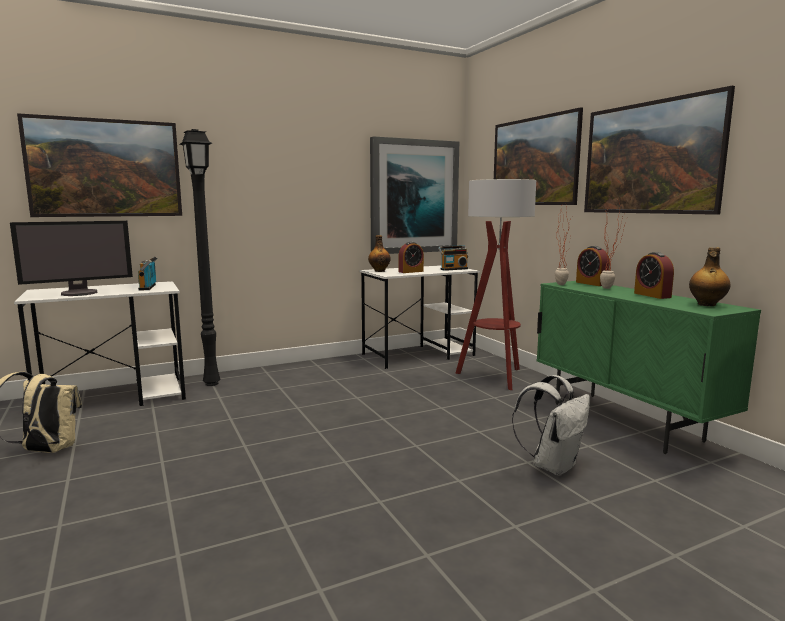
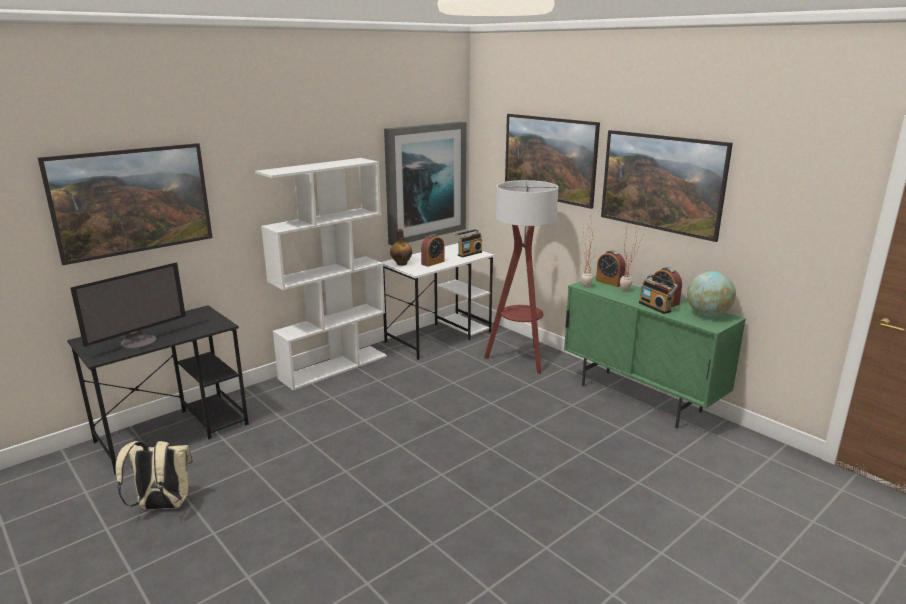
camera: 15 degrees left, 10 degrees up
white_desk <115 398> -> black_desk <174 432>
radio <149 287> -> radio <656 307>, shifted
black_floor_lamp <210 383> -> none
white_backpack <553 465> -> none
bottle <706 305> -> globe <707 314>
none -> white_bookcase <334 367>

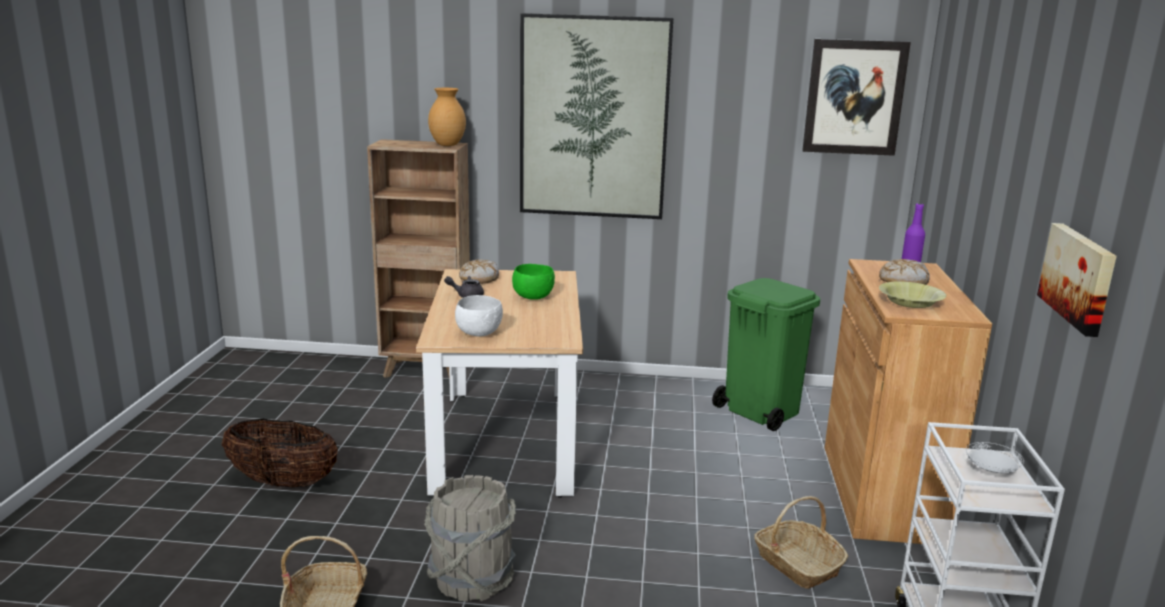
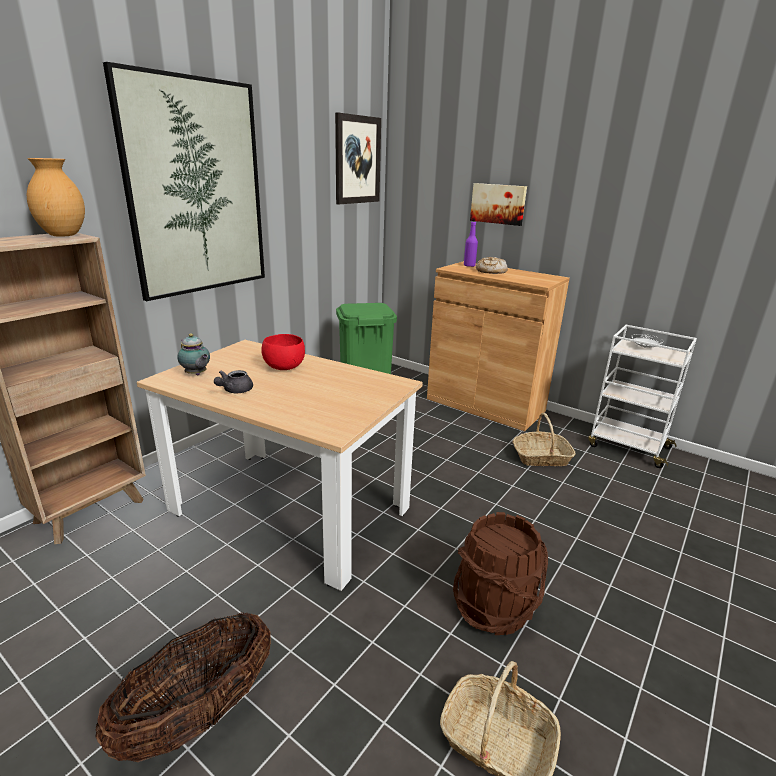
camera: 60 degrees left, 5 degrees up
grey_bucket <472 580> -> brown_bucket <494 608>
white_bowl <480 333> -> none
bread <479 278> -> teapot <196 374>
green_bowl <534 297> -> red_bowl <284 367>
yellow_bowl <910 303> -> none
picture <1079 277> -> picture <498 204>, shifted

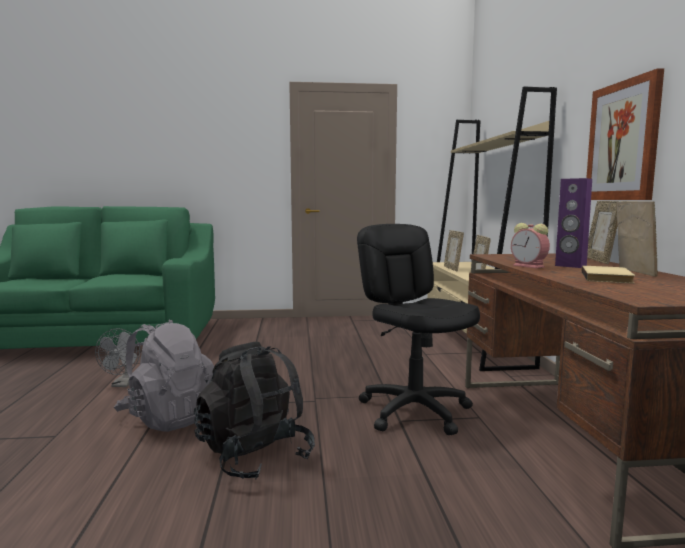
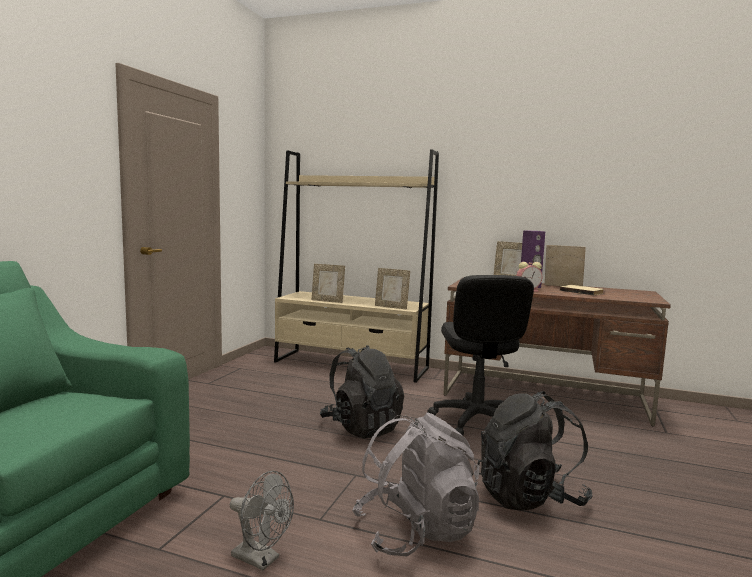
camera: 65 degrees left, 0 degrees up
black_office_chair <415 411> -> black_office_chair <476 421>, 90 degrees counterclockwise
picture <623 141> -> none
none -> black_backpack <361 427>

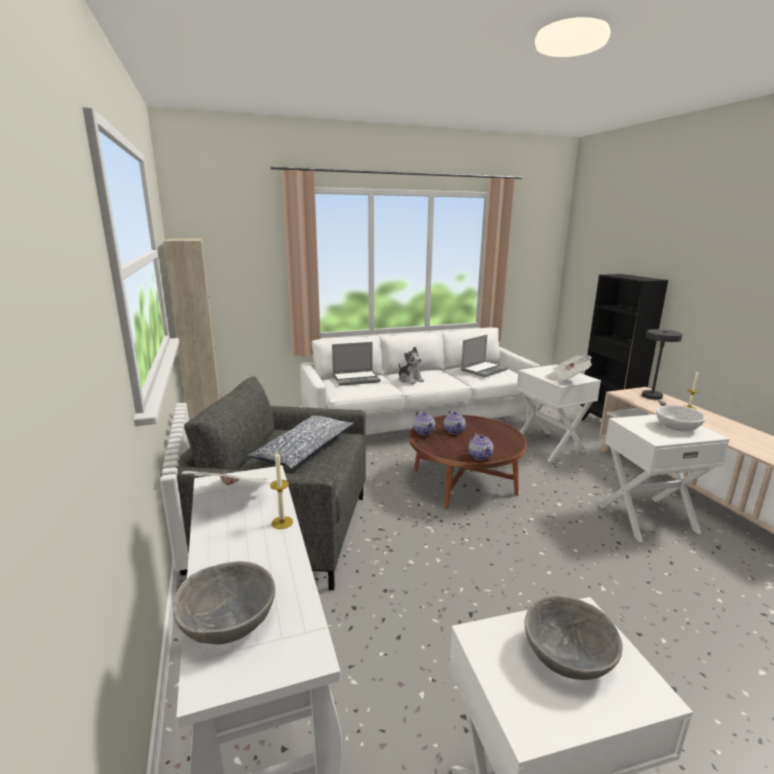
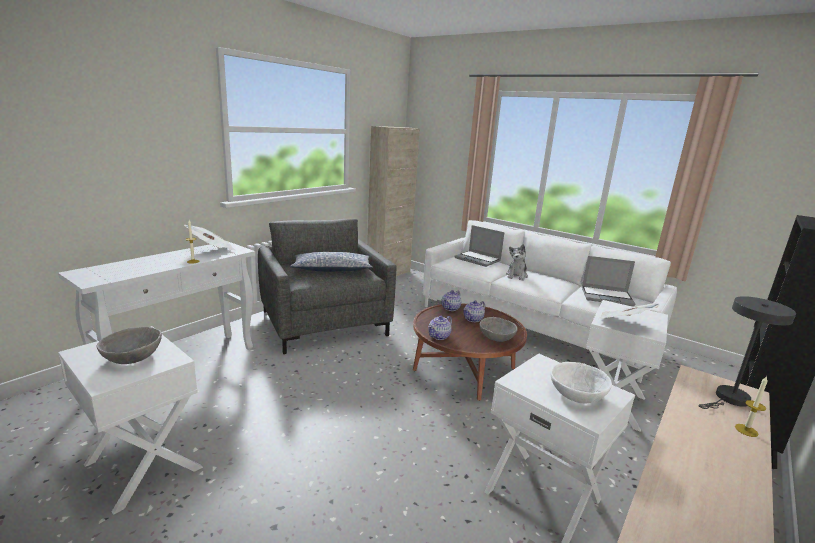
camera: 55 degrees right, 0 degrees up
grey_bowl <227 621> -> grey_bowl <496 337>, shifted

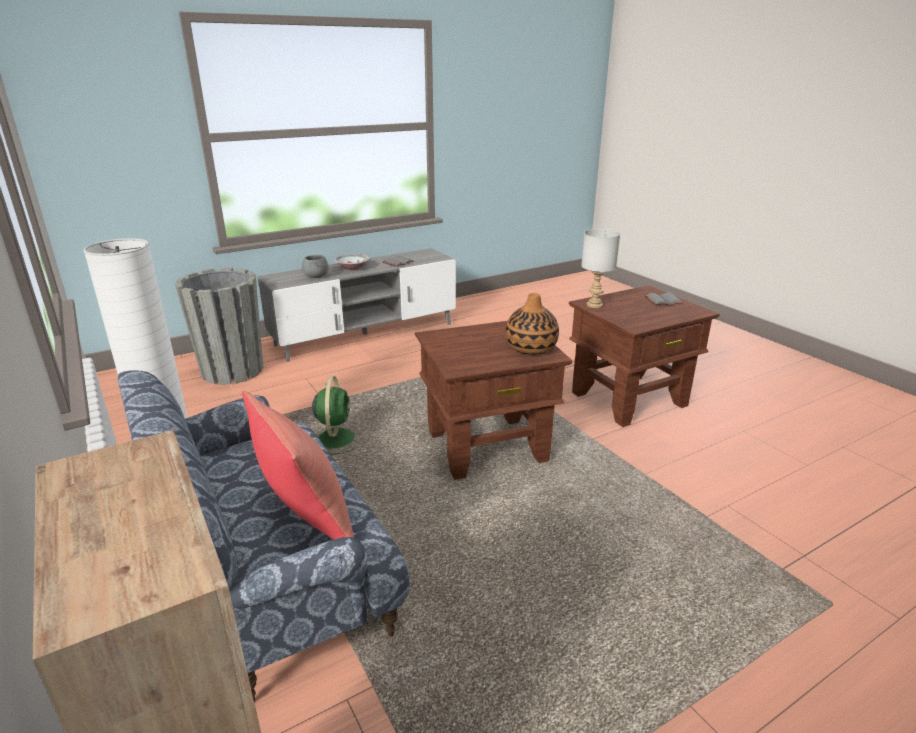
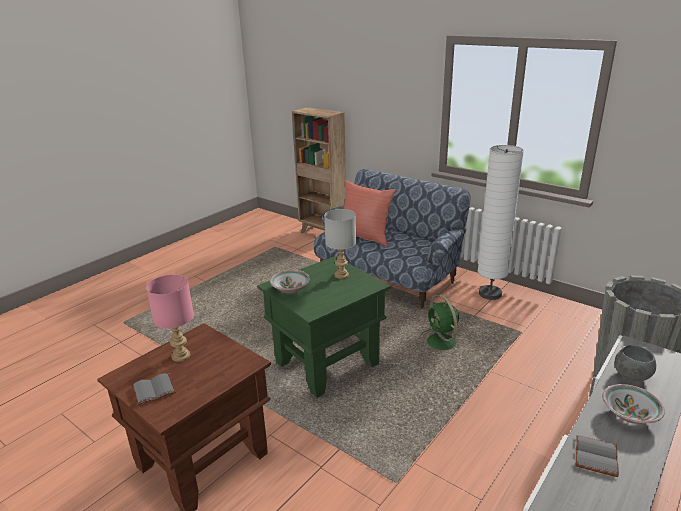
camera: 160 degrees right, 0 degrees up
brown_side_table <487 447> -> green_side_table <326 363>
vase <531 348> -> bowl <290 289>
grey_table_lamp <594 305> -> grey_table_lamp <342 275>, shifted
none -> pink_table_lamp <180 355>

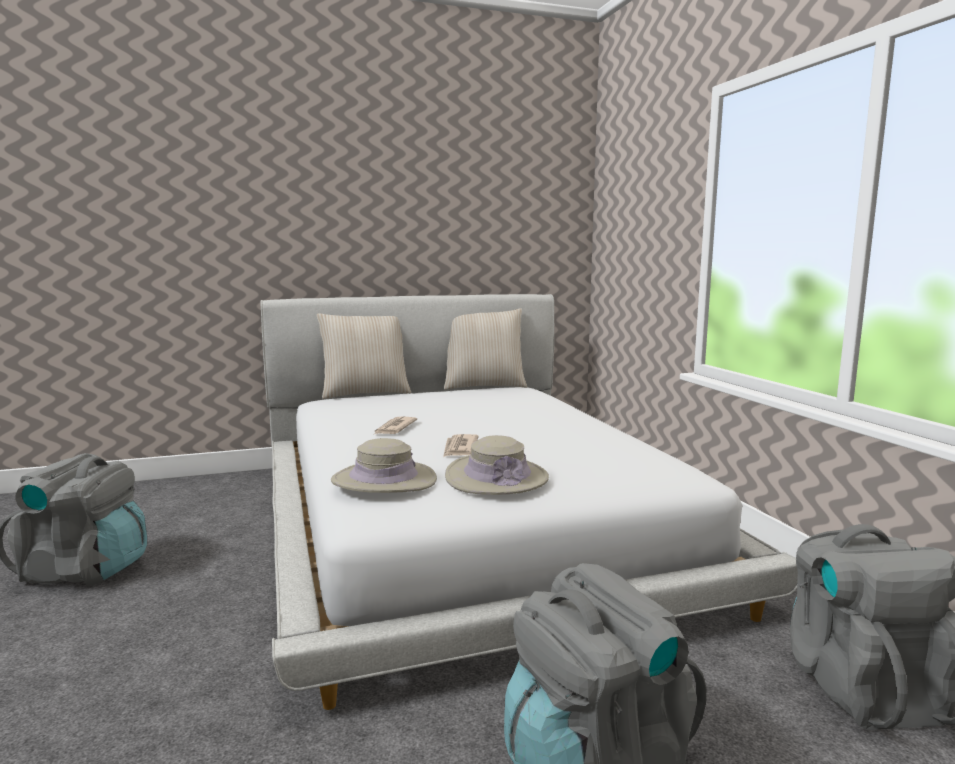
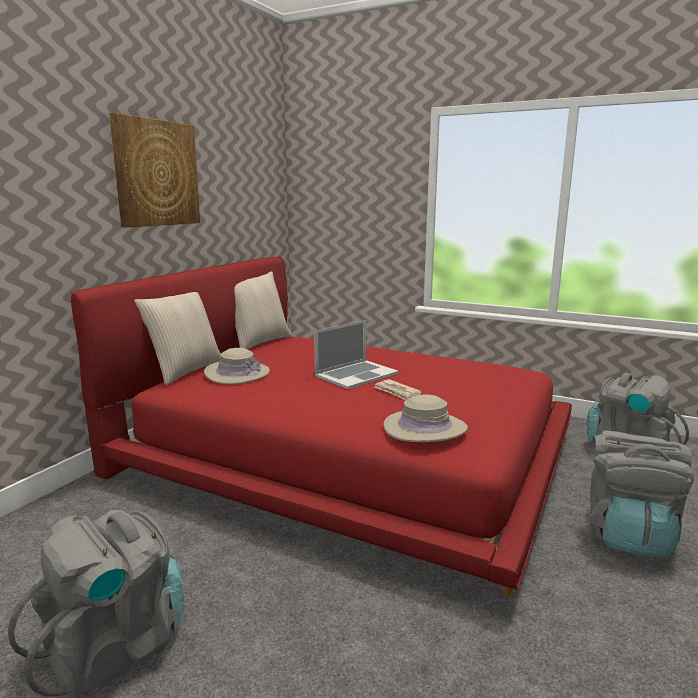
camera: 45 degrees left, 5 degrees up
white_bed <466 525> -> red_bed <346 454>
newspaper <394 428> -> none
beige_hat <496 477> -> beige_hat <237 373>, shifted
none -> picture <157 173>
none -> laptop <356 374>

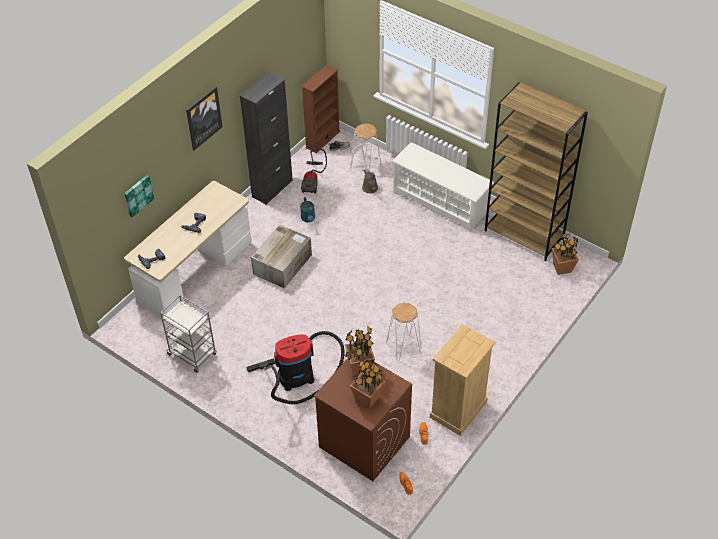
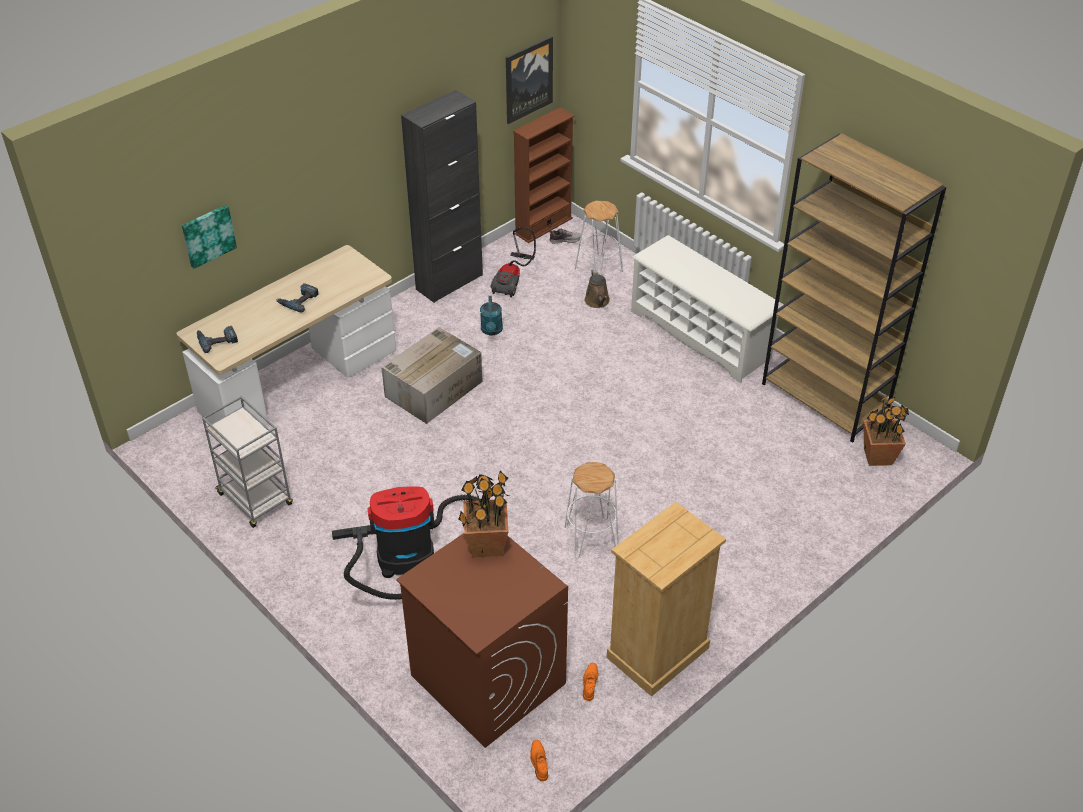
camera: 10 degrees right, 5 degrees down
picture <203 118> -> picture <528 79>, shifted
potted_plant <367 398> -> none

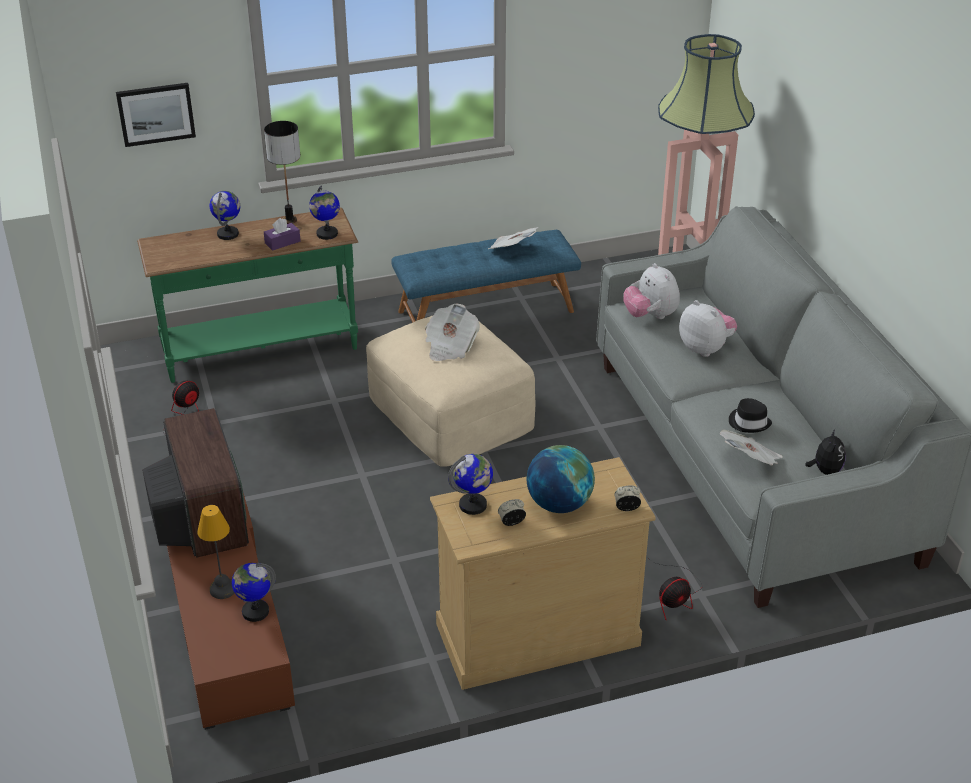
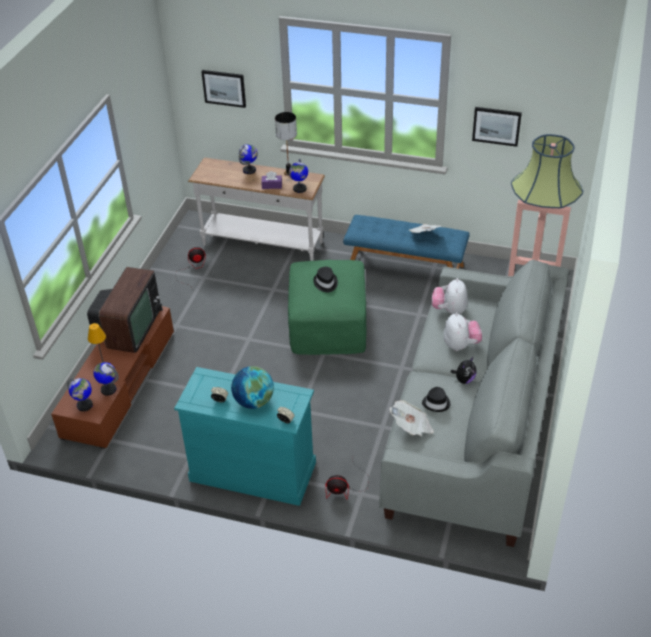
camera: 35 degrees right, 5 degrees up
green_console_table <260 351> -> white_console_table <262 244>
beige_ottoman <451 411> -> green_ottoman <328 322>
newspaper <450 346> -> black_hat <325 283>
beige_dresser <537 634> -> turquoise_dresser <253 471>
globe <473 505> -> globe <85 405>, shifted
plush_toy <825 470> -> plush_toy <464 380>, shifted
none -> picture <496 126>

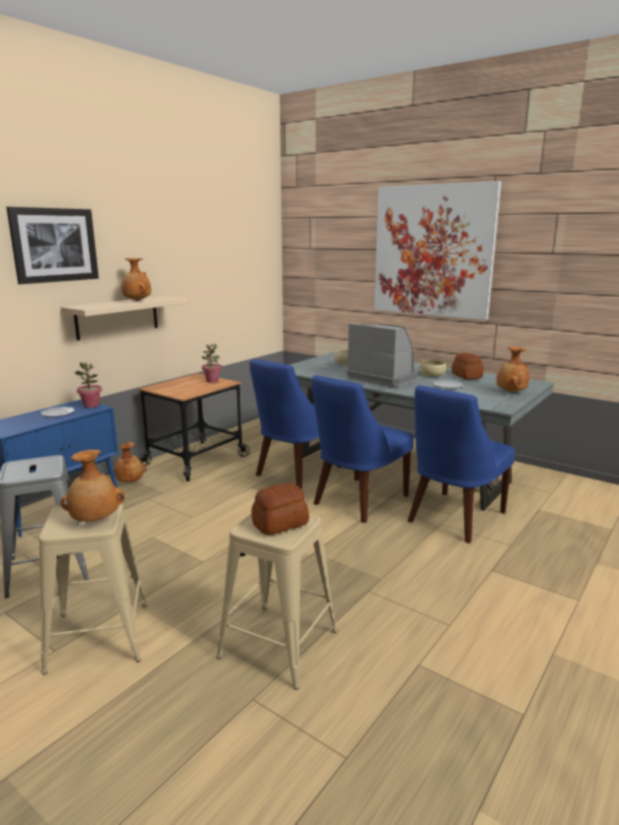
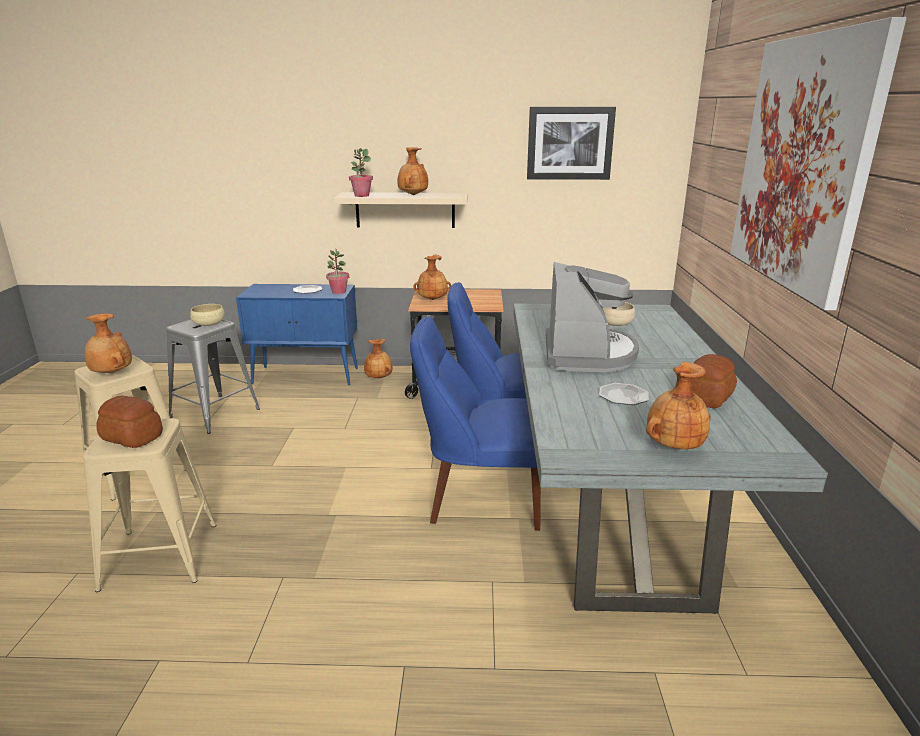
camera: 55 degrees right, 5 degrees up
picture <54 245> -> picture <570 143>, shifted
potted_plant <212 381> -> potted_plant <361 195>, shifted
blue_chair <453 518> -> none
beige_bowl <432 375> -> beige_bowl <209 323>, shifted
none -> brown_vase <432 299>

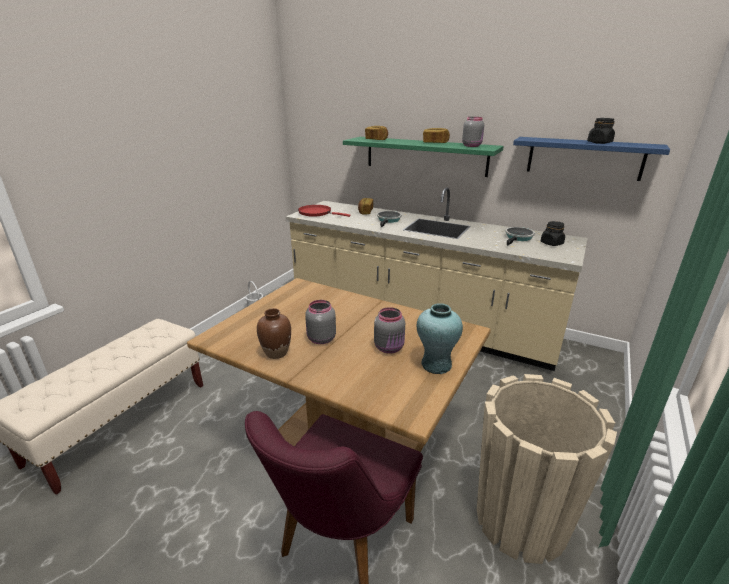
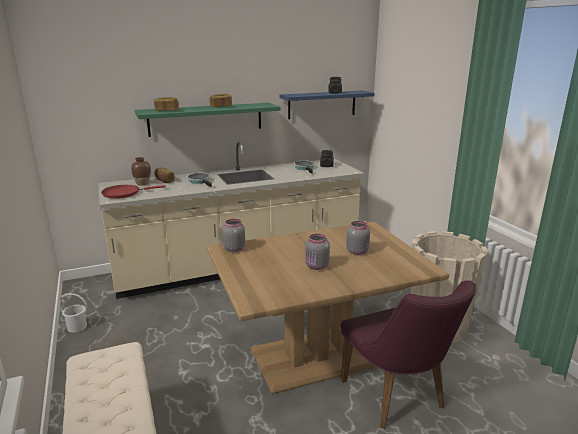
camera: 50 degrees left, 5 degrees down
brown_vase <276 353> -> brown_vase <142 183>, shifted
turquoise_vase <436 365> -> none
grey_jar <472 146> -> grey_jar <234 249>, shifted

